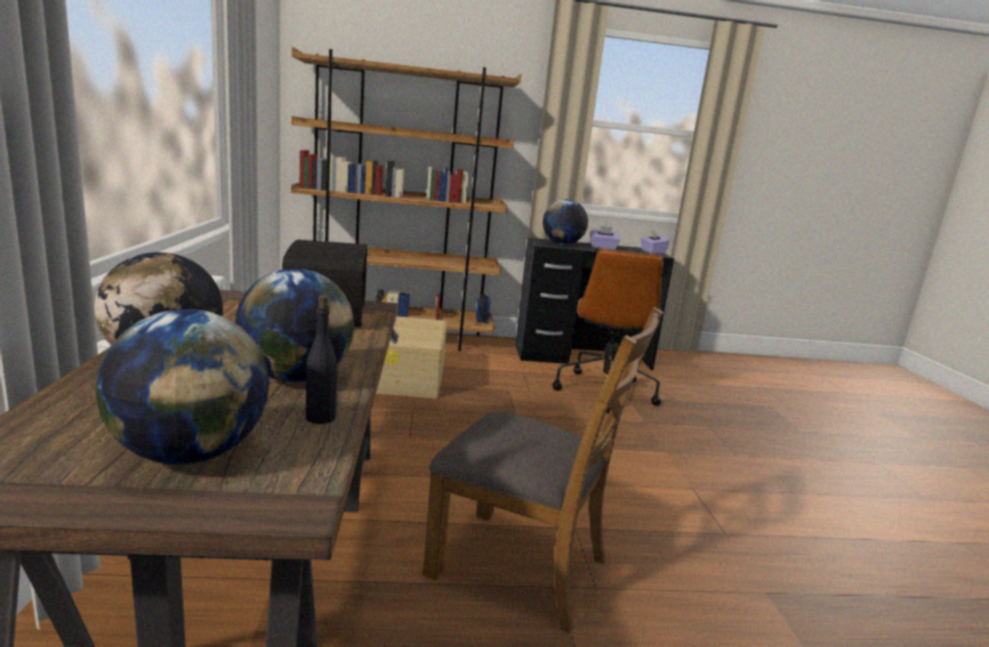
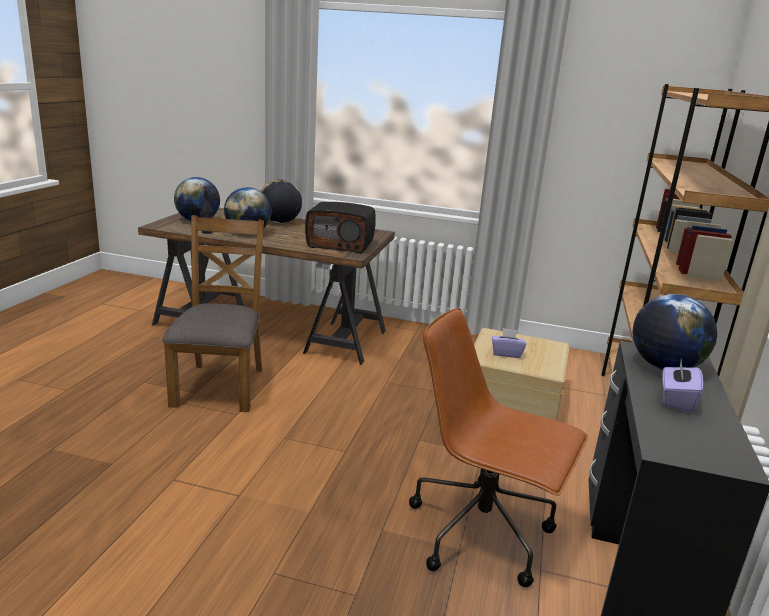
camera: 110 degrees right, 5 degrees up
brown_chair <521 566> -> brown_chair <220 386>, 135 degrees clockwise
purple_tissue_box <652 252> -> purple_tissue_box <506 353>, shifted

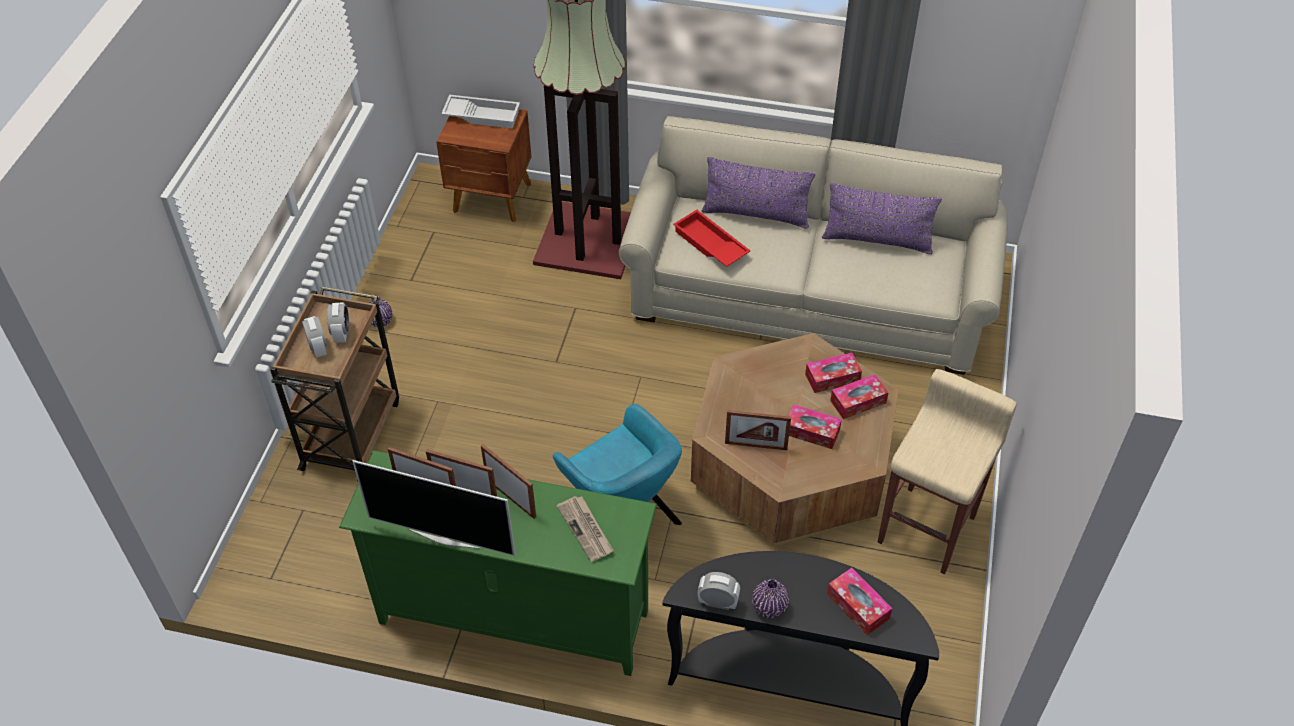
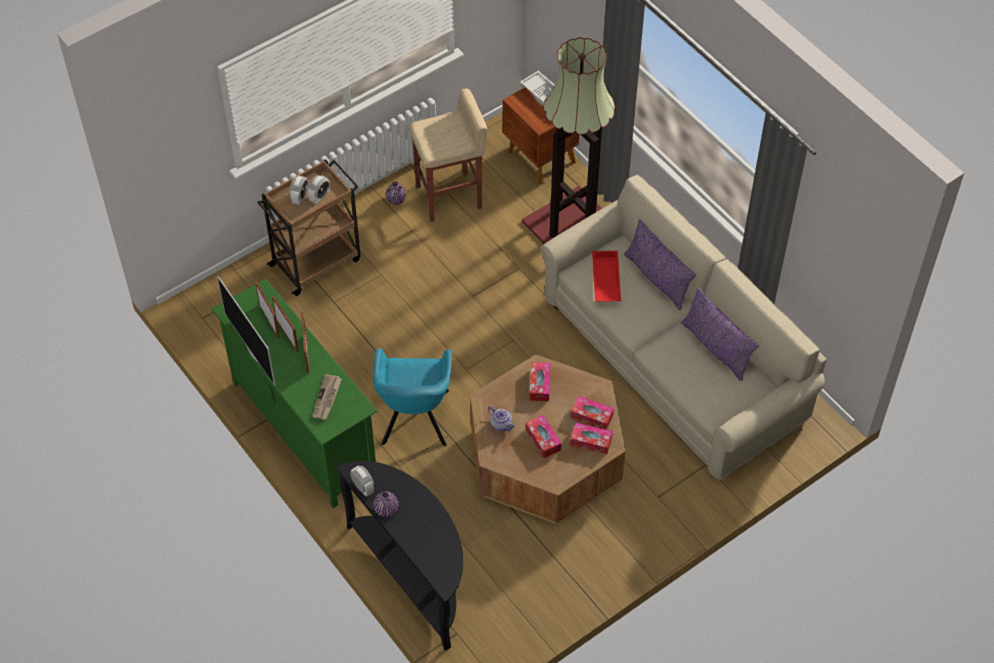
camera: 40 degrees right, 5 degrees up
picture_frame <756 445> -> teapot <501 424>
tissue_box <858 606> -> tissue_box <539 385>, shifted
beige_stool <928 528> -> beige_stool <450 197>, shifted

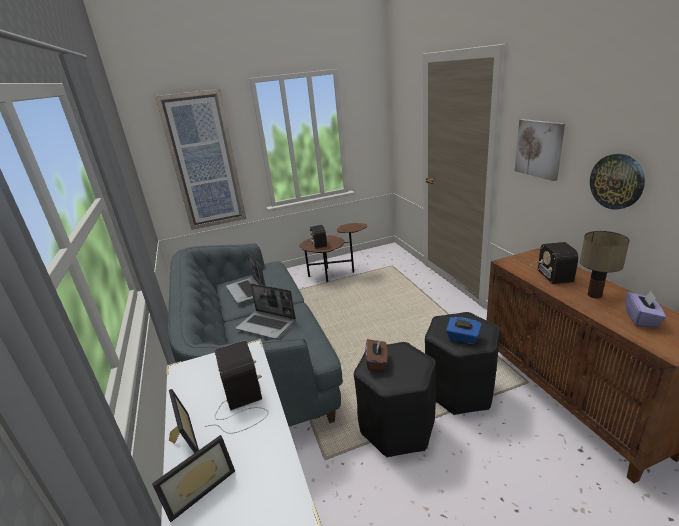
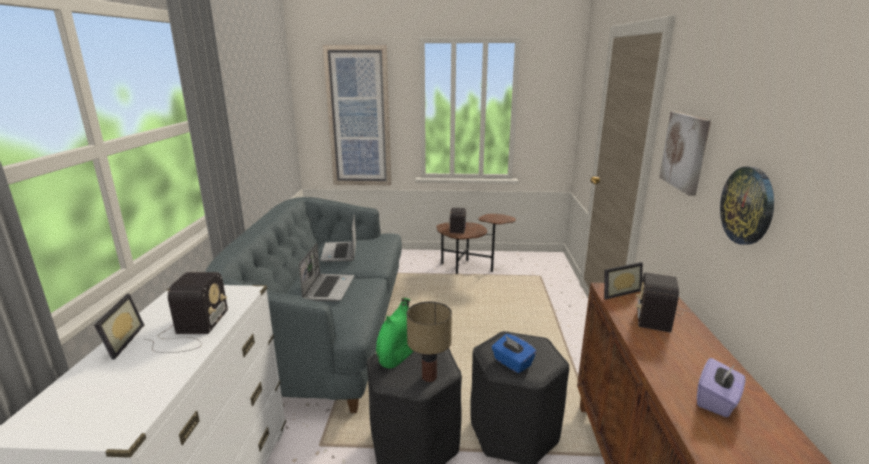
camera: 20 degrees right, 5 degrees down
picture_frame <198 487> -> picture_frame <618 291>, shifted
laptop <267 325> -> laptop <328 288>, 135 degrees counterclockwise
brown_tissue_box <377 362> -> green_vase <398 356>
table_lamp <593 295> -> table_lamp <429 376>, shifted

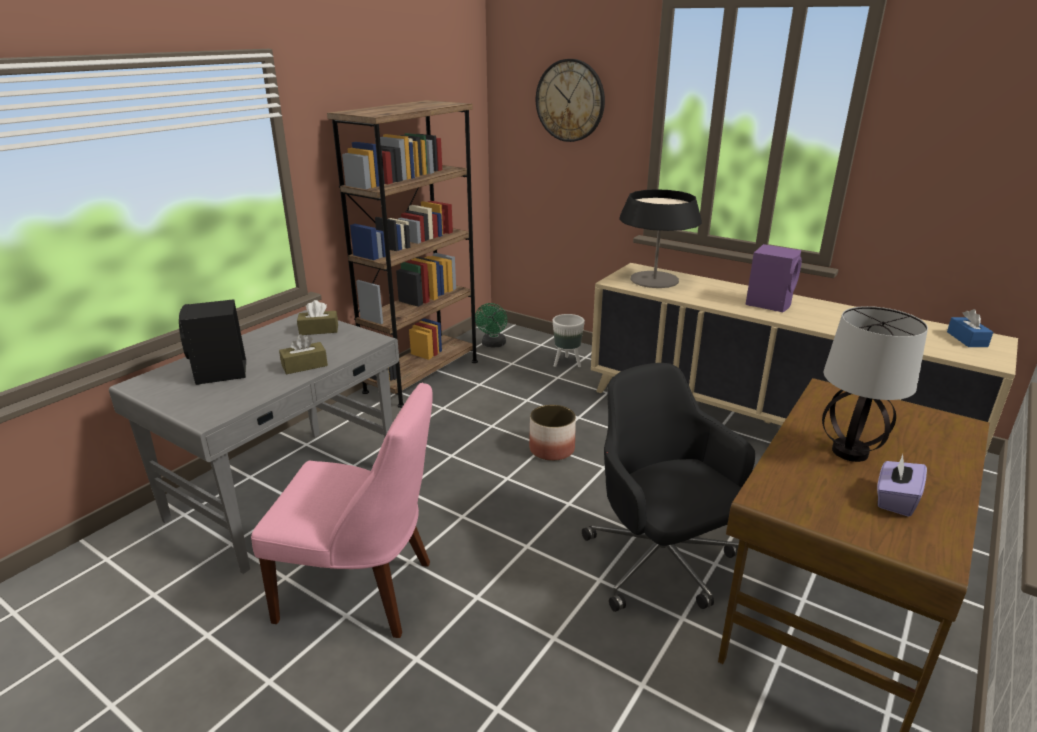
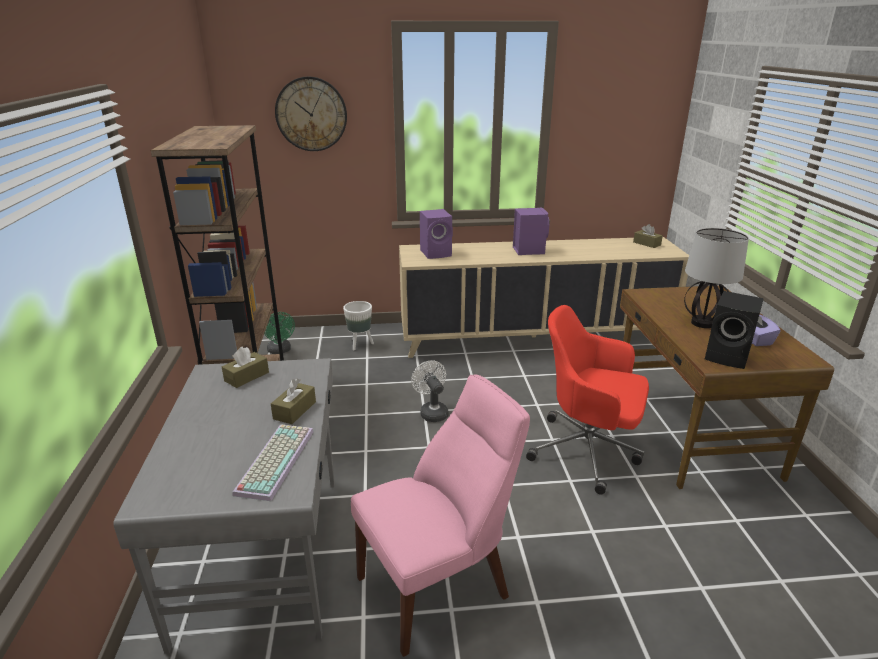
camera: 40 degrees left, 0 degrees up
black_speaker <220 373> -> black_speaker <729 356>, shifted
planter <551 449> -> white_fan <432 412>
black_office_chair <661 564> -> red_office_chair <587 451>
table_lamp <654 279> -> purple_speaker <437 253>
blue_tissue_box <967 339> -> brown_tissue_box <646 243>
none -> keyboard <274 460>

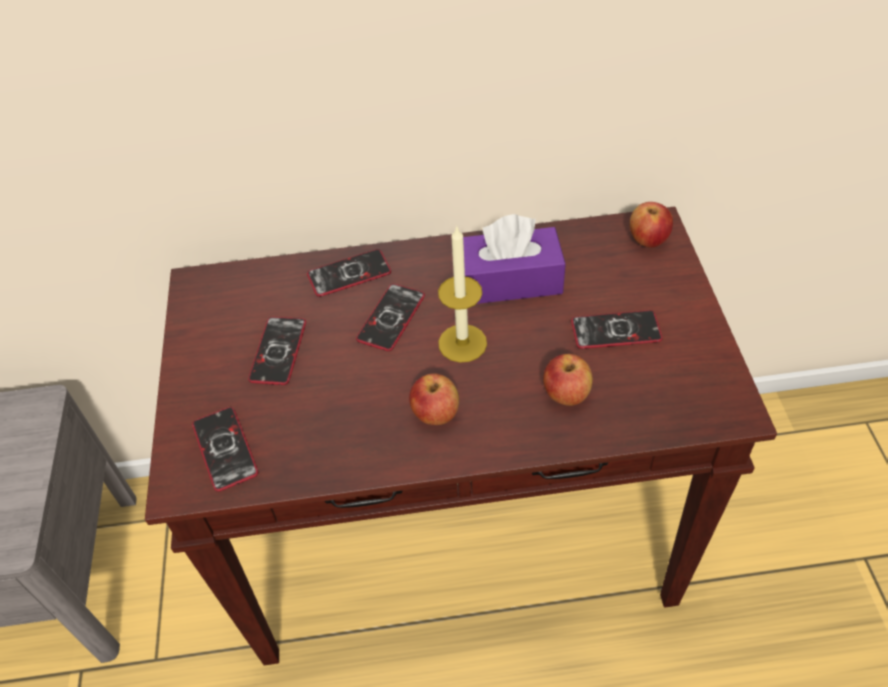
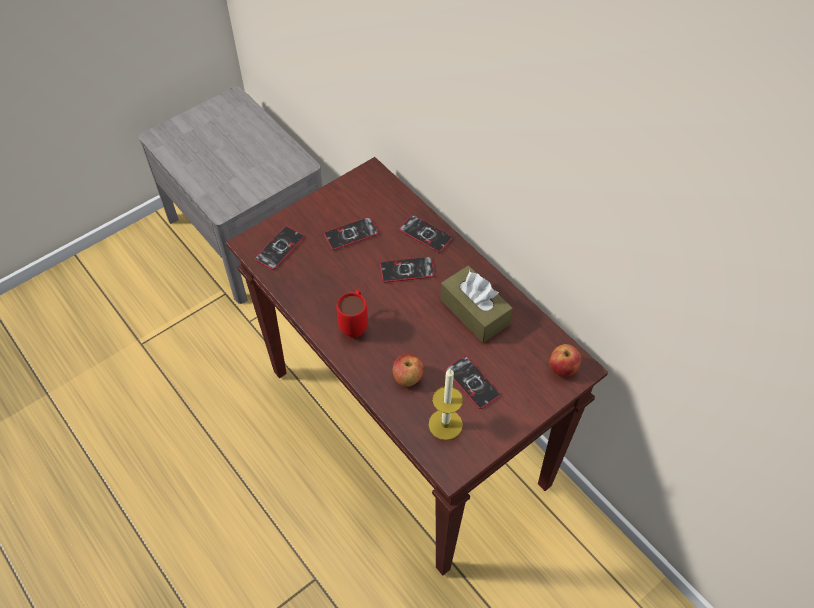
camera: 55 degrees right, 5 degrees up
apple <435 414> -> red_mug <355 324>
candle <462 343> -> candle <445 424>, shifted
purple_tissue_box <509 281> -> brown_tissue_box <474 312>

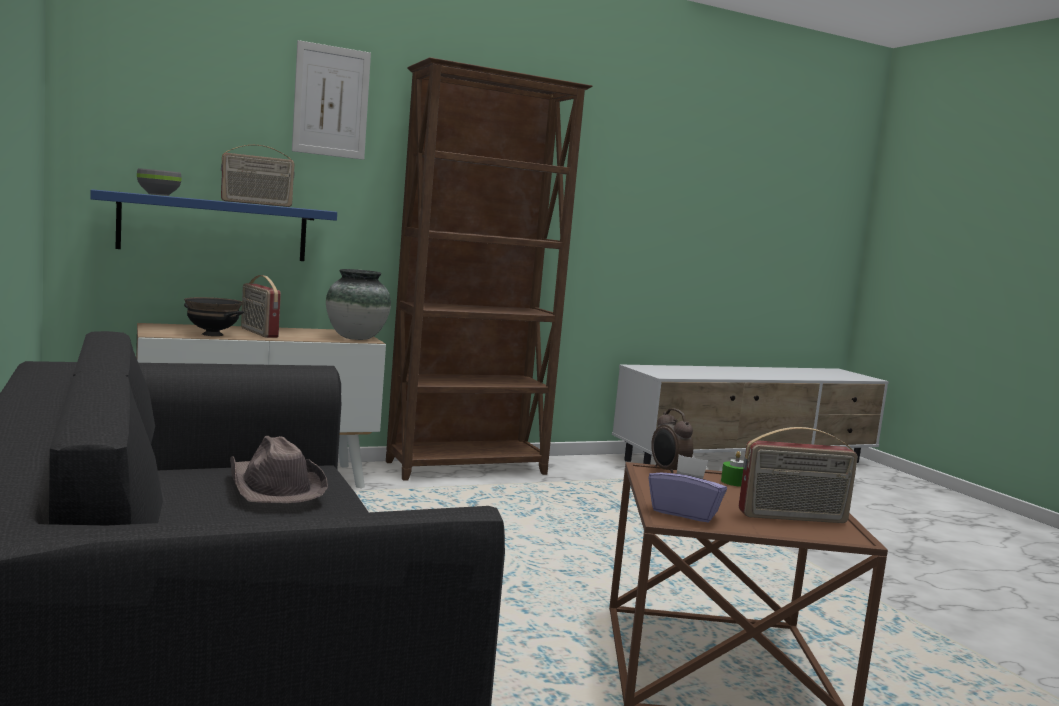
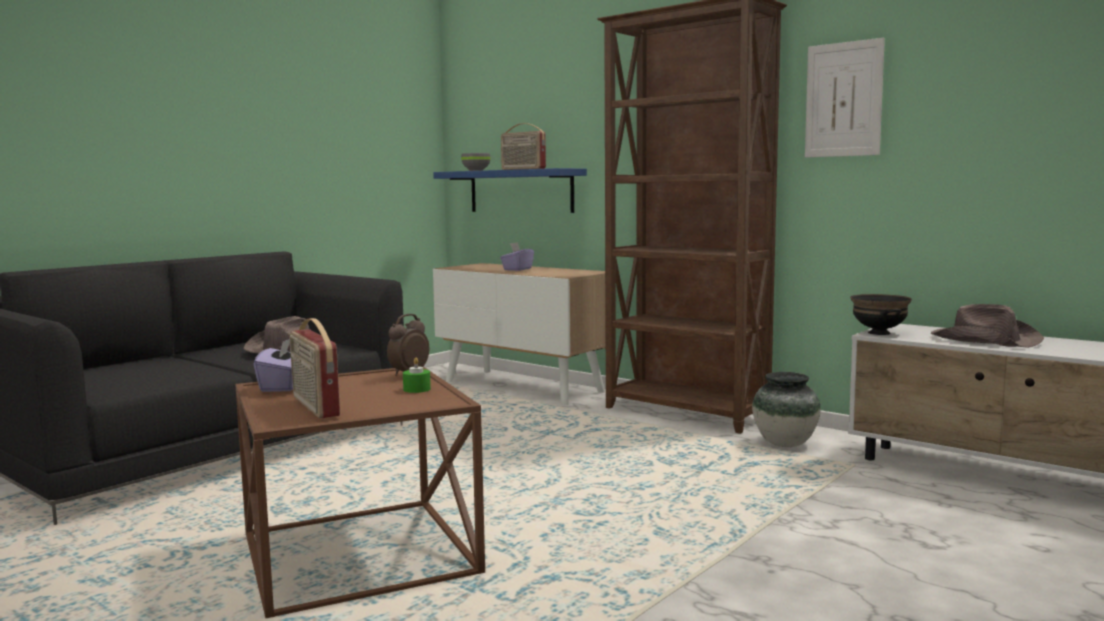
camera: 65 degrees right, 0 degrees up
black_bowl <212 334> -> black_bowl <878 333>, shifted
radio <258 333> -> purple_tissue_box <517 269>
picture <331 101> -> picture <843 99>, shifted
vase <356 338> -> vase <785 443>, shifted
none -> brown_hat <984 340>

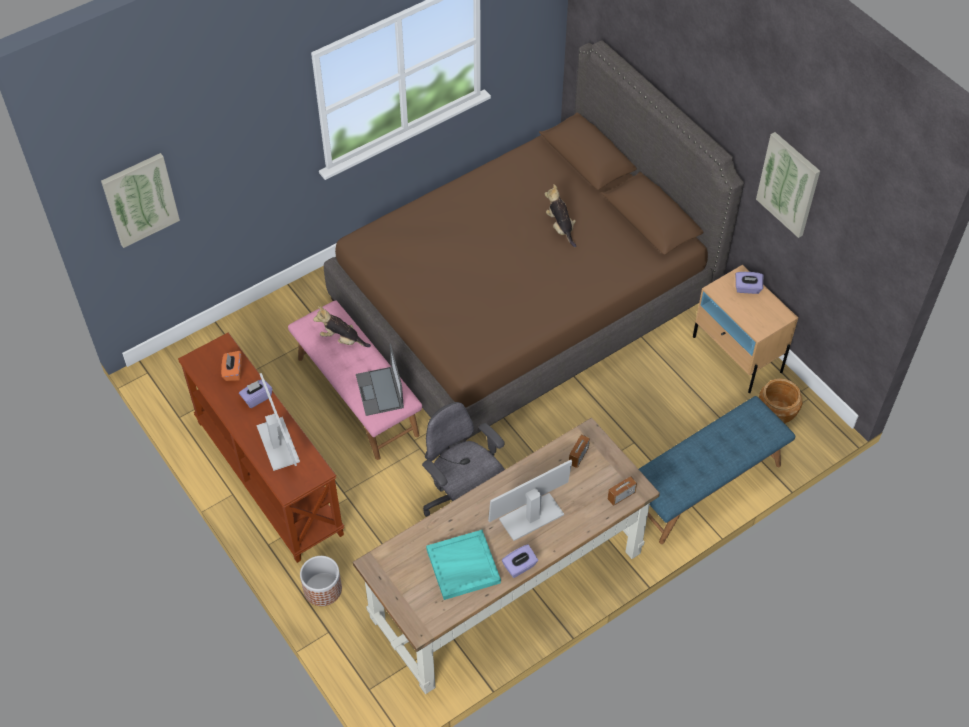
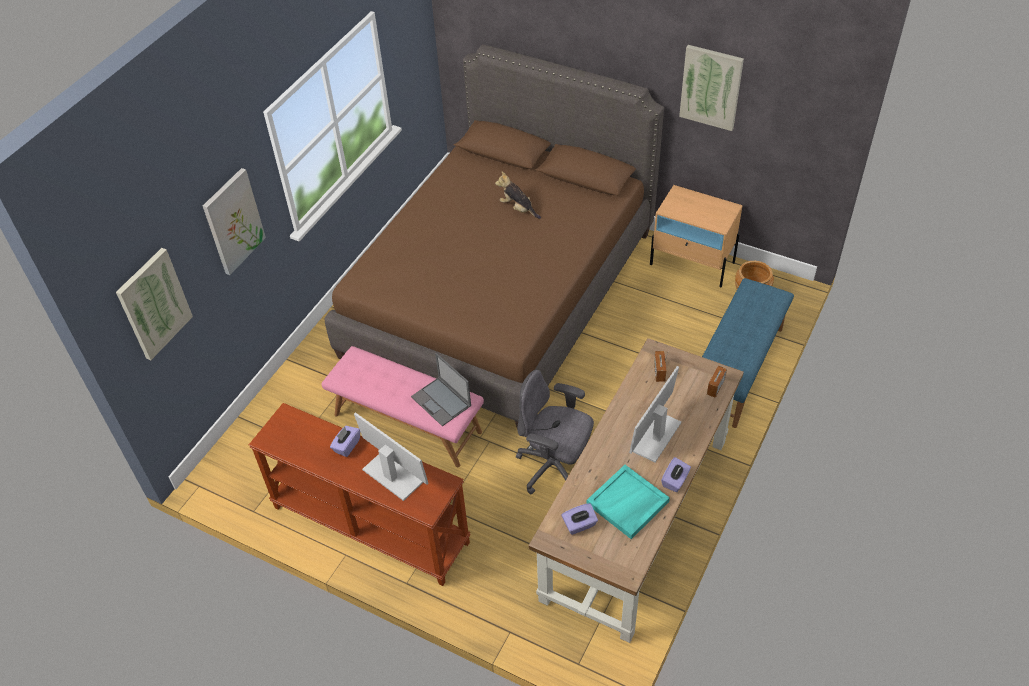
camera: 25 degrees left, 5 degrees down
orange_tissue_box <233 371> -> none
planter <322 589> -> none
plush_toy <342 339> -> none
purple_tissue_box <747 288> -> purple_tissue_box <579 525>, shifted
none -> picture <233 221>

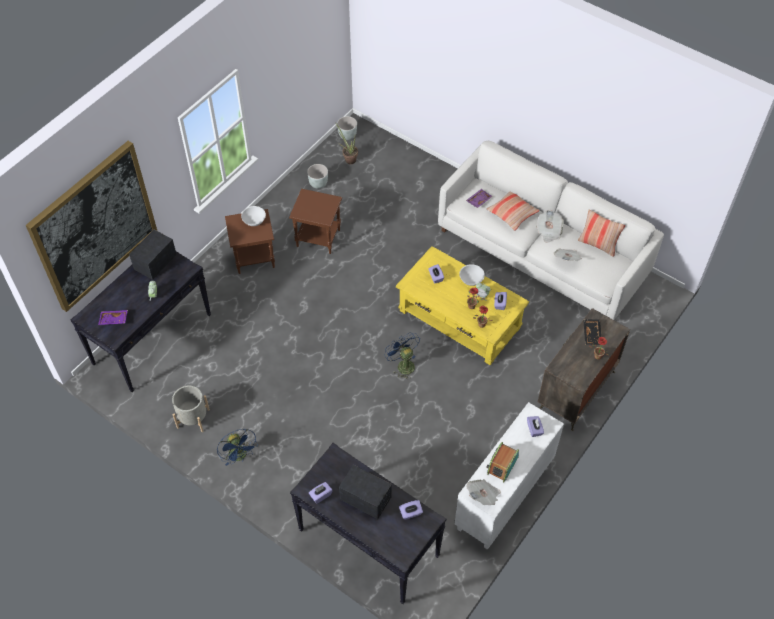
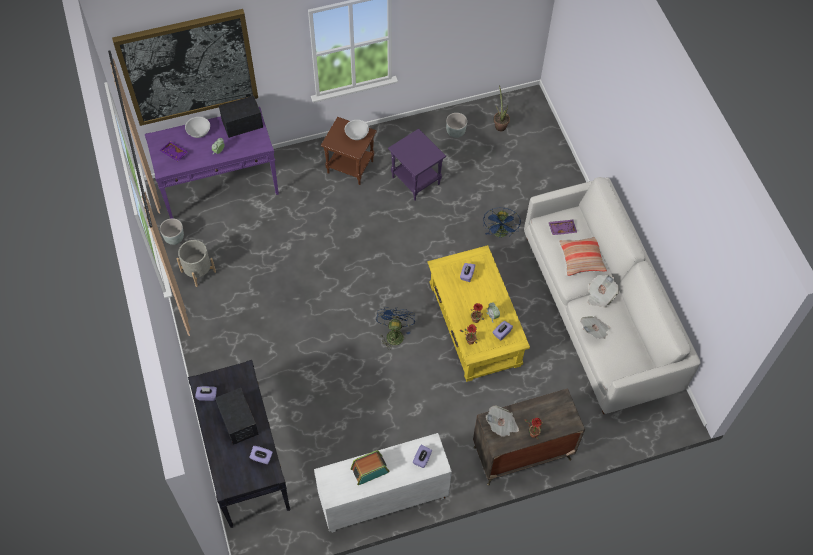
camera: 35 degrees right, 5 degrees up
black_console_table <152 338> -> purple_console_table <220 187>
blue_fan <240 456> -> blue_fan <500 234>, shifted
brown_side_table <317 238> -> purple_side_table <415 181>
grey_planter <347 135> -> grey_planter <174 238>, shifted
white_bowl <471 280> -> white_bowl <199 132>, shifted
newspaper <483 496> -> newspaper <502 425>, shifted
pillow <598 244> -> none
black_tray <592 334> -> none

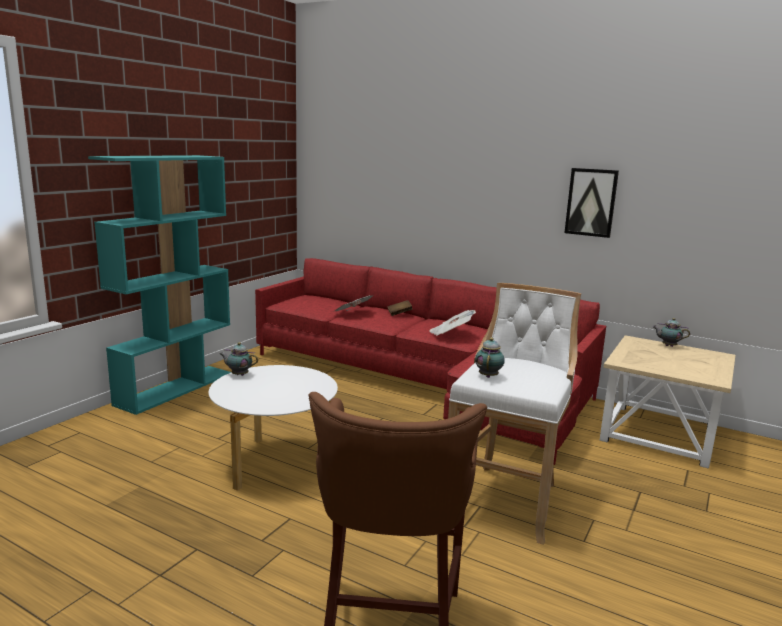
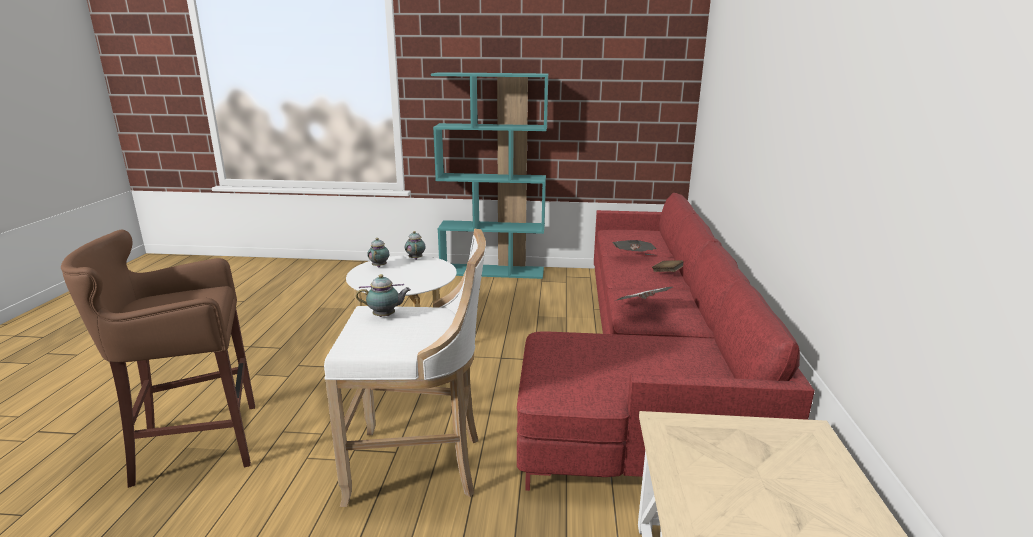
camera: 65 degrees right, 5 degrees up
picture <591 202> -> none
teapot <668 346> -> teapot <380 266>, shifted

